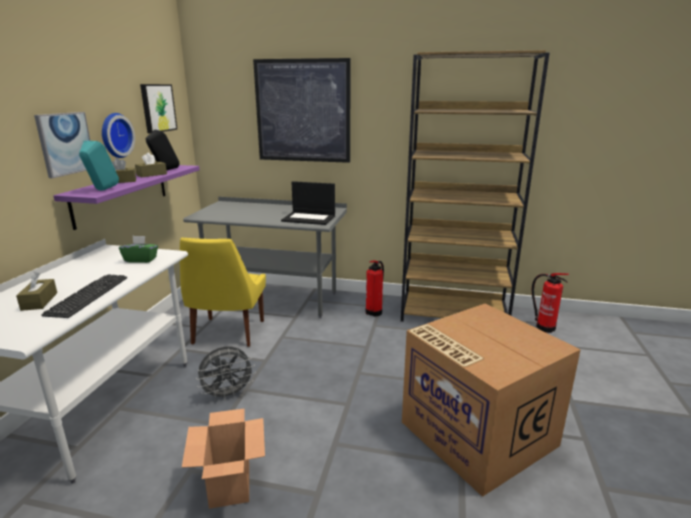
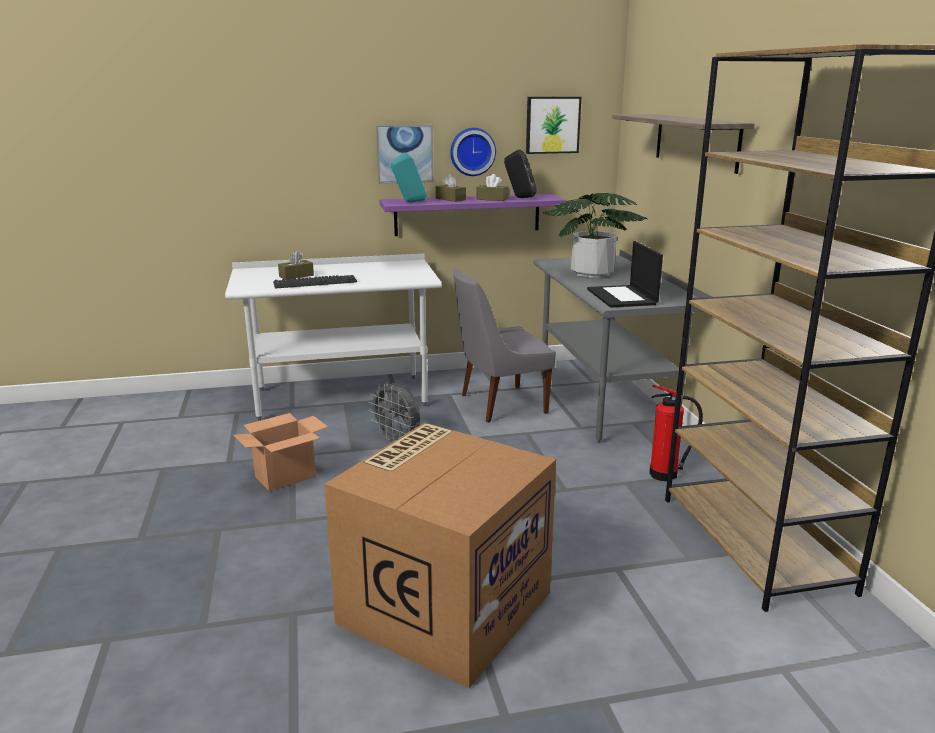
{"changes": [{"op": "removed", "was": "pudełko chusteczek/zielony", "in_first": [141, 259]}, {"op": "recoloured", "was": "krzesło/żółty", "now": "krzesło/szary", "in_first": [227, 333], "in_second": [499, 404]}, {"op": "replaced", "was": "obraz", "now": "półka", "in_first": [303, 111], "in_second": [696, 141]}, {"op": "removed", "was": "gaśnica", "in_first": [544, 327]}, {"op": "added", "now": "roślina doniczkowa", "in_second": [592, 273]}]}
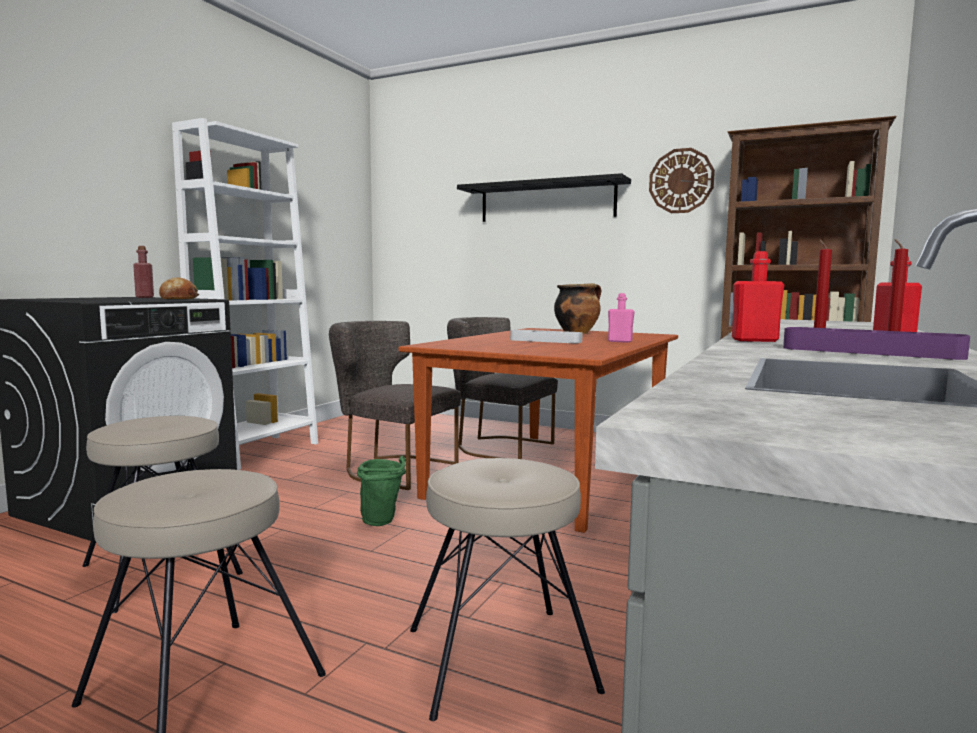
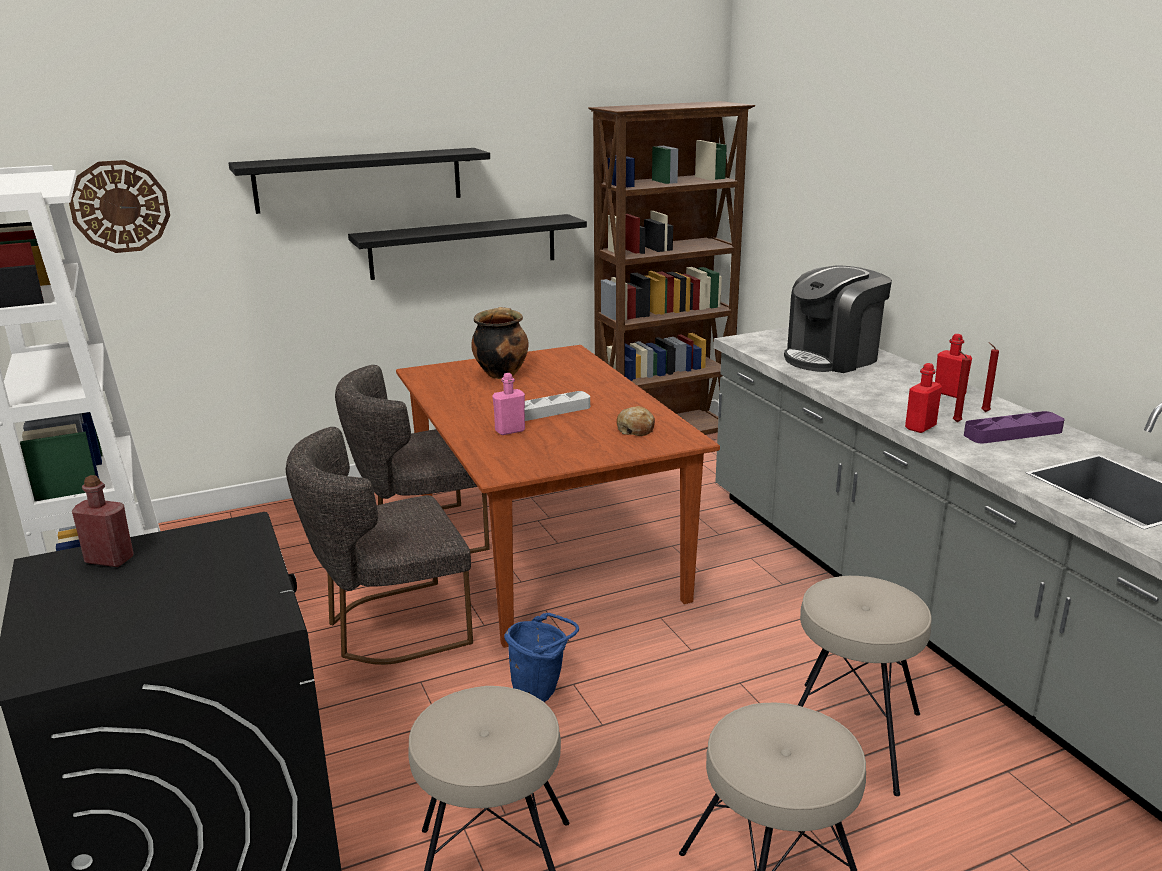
{"changes": [{"op": "moved", "was": "chleb", "in_first": [178, 298], "in_second": [636, 429]}, {"op": "recoloured", "was": "wiadro/zielony", "now": "wiadro/niebieski", "in_first": [383, 522], "in_second": [541, 692]}, {"op": "moved", "was": "butelka/różowy", "in_first": [620, 341], "in_second": [510, 430]}, {"op": "moved", "was": "zegar ścienny", "in_first": [681, 181], "in_second": [120, 206]}, {"op": "added", "now": "półka/czarny", "in_second": [464, 246]}, {"op": "added", "now": "ekspres do kawy", "in_second": [832, 358]}]}
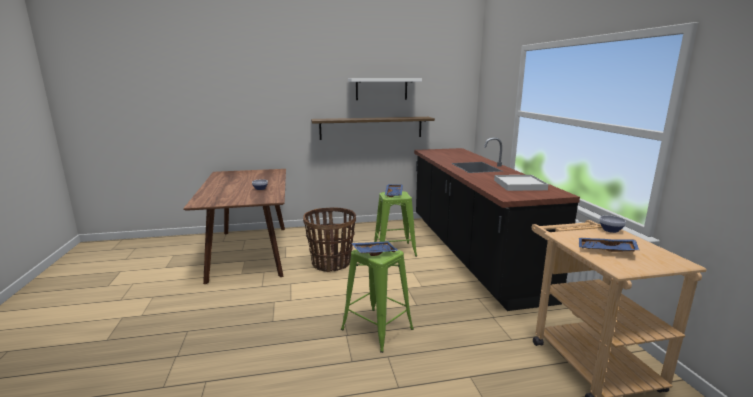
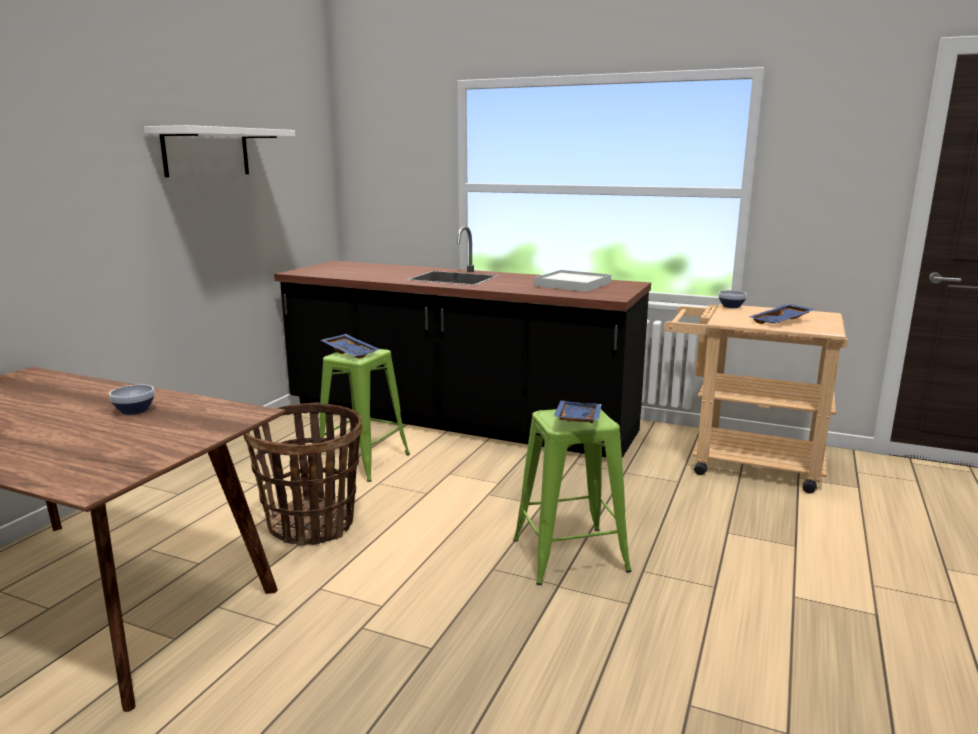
{"changes": [{"op": "removed", "was": "półka", "in_first": [371, 128]}]}
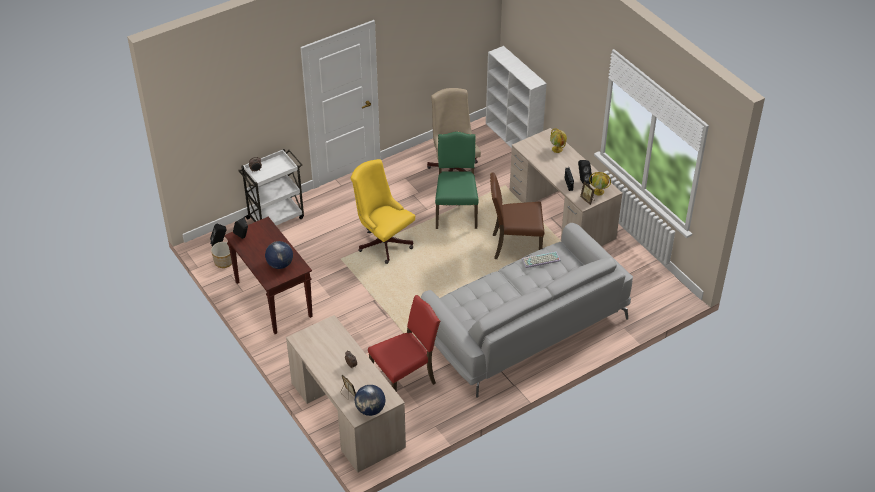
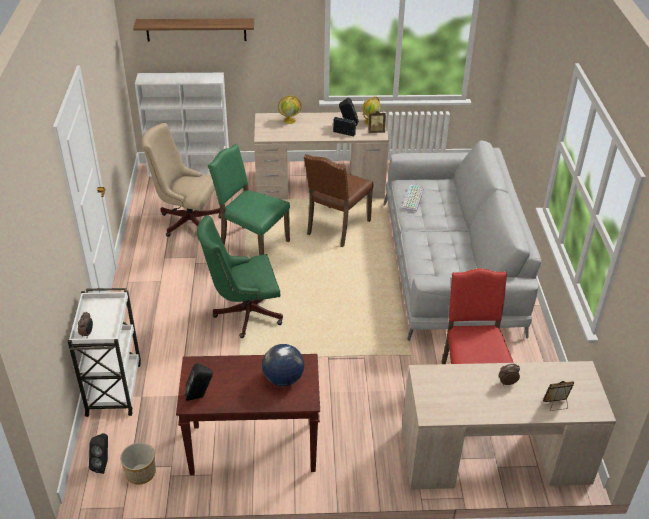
{"changes": [{"op": "recoloured", "was": "krzesło biurowe/żółty", "now": "krzesło biurowe/zielony", "in_first": [383, 241], "in_second": [244, 313]}, {"op": "removed", "was": "globus", "in_first": [370, 409]}, {"op": "added", "now": "półka", "in_second": [196, 29]}]}
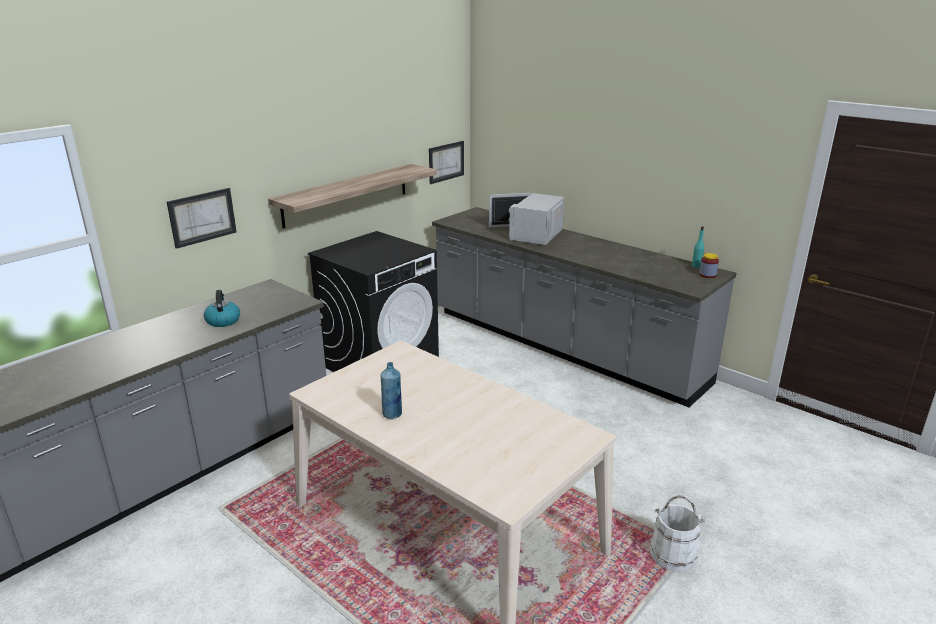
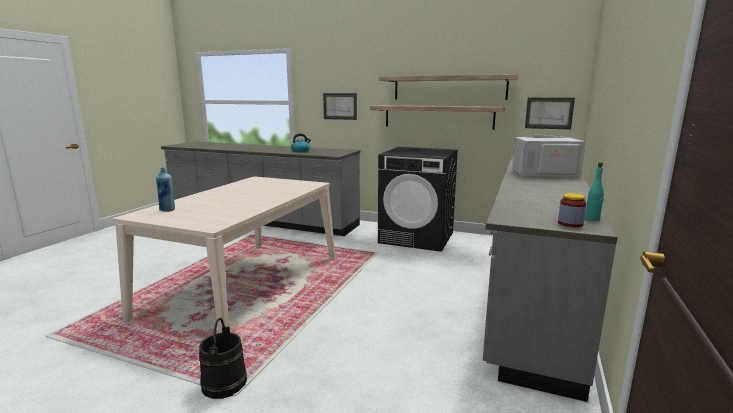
{"changes": [{"op": "moved", "was": "butelka/niebieski", "in_first": [392, 414], "in_second": [167, 210]}, {"op": "recoloured", "was": "wiadro/biały", "now": "wiadro/czarny", "in_first": [673, 554], "in_second": [224, 383]}, {"op": "added", "now": "półka", "in_second": [449, 88]}]}
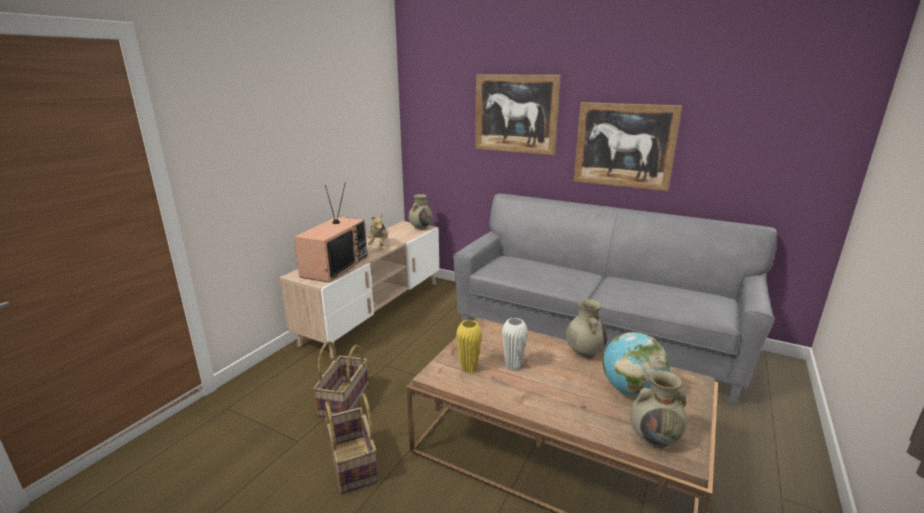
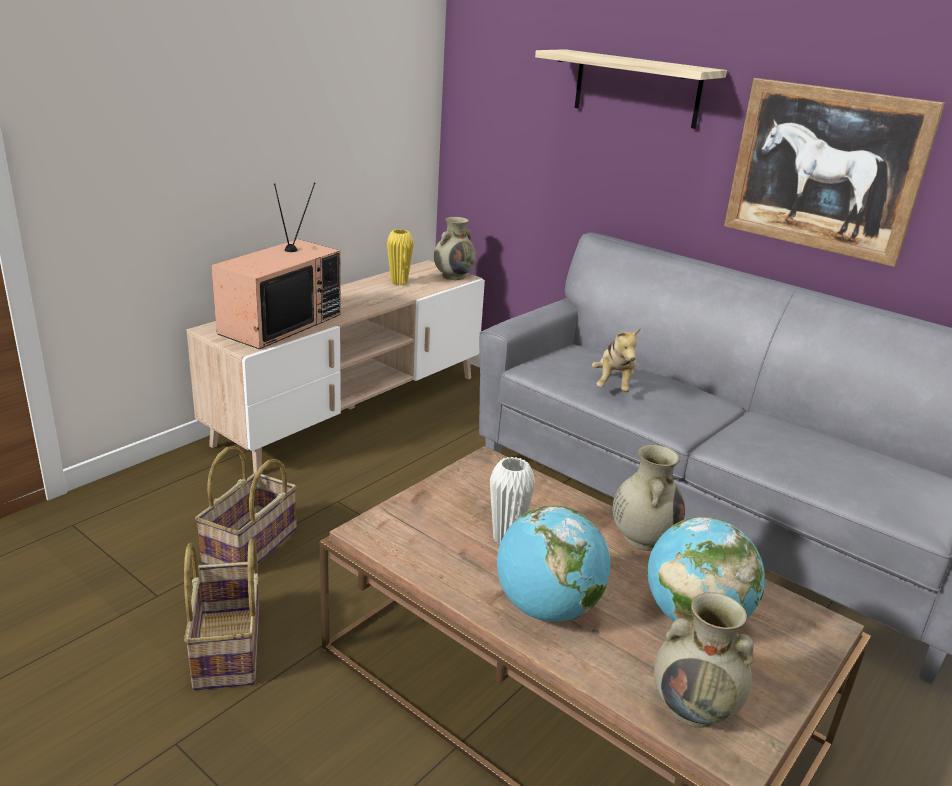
{"changes": [{"op": "moved", "was": "pluszak", "in_first": [379, 245], "in_second": [614, 385]}, {"op": "moved", "was": "wazon/żółty", "in_first": [469, 368], "in_second": [399, 282]}, {"op": "replaced", "was": "obraz", "now": "półka", "in_first": [515, 114], "in_second": [637, 88]}, {"op": "added", "now": "globus", "in_second": [547, 608]}]}
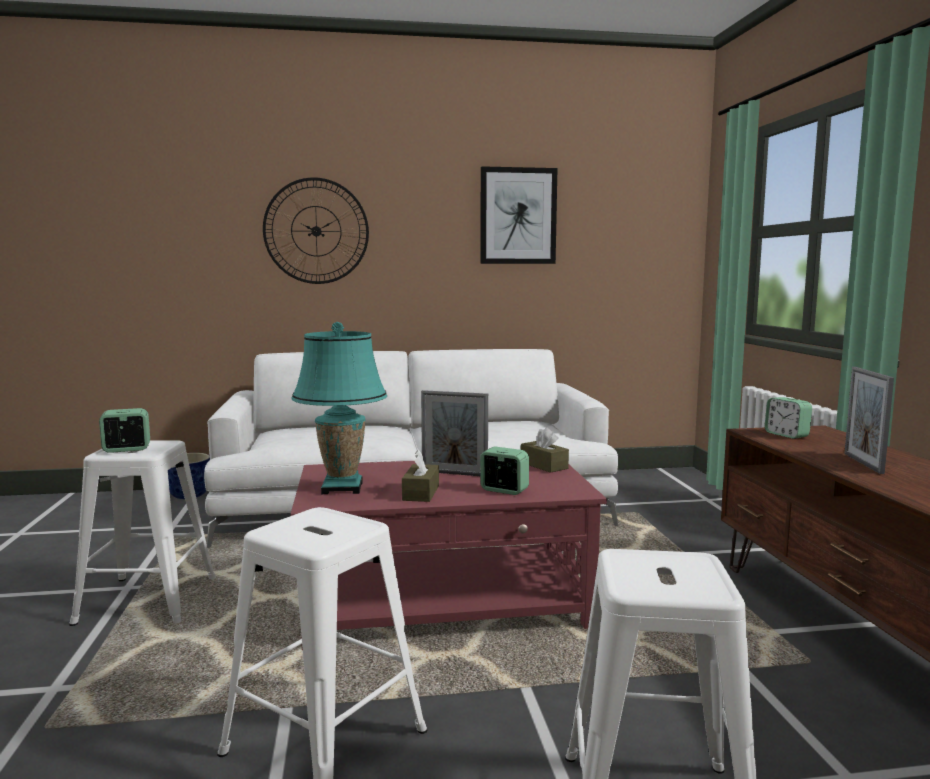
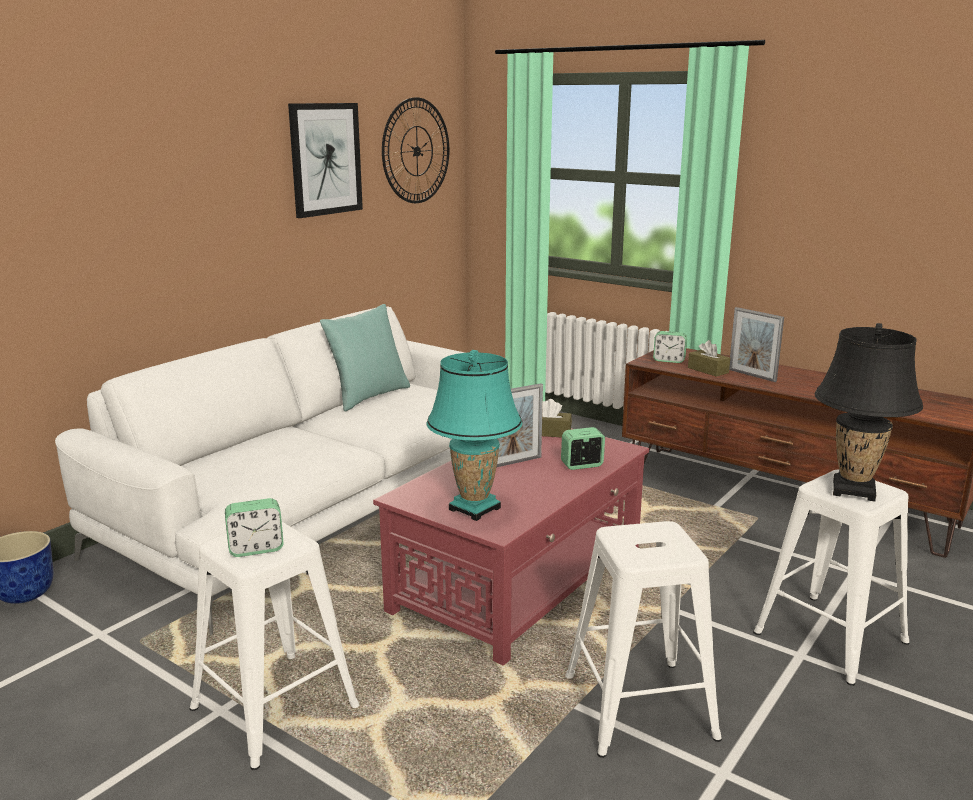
{"changes": [{"op": "turned", "was": "budzik", "in_first": [126, 449], "in_second": [256, 549], "clockwise": -135}, {"op": "moved", "was": "zegar ścienny", "in_first": [316, 231], "in_second": [416, 151]}, {"op": "moved", "was": "pudełko chusteczek/brązowy", "in_first": [421, 493], "in_second": [708, 370]}, {"op": "added", "now": "poduszka/turkusowy", "in_second": [368, 396]}, {"op": "added", "now": "lampa stołowa/czarny", "in_second": [853, 490]}]}
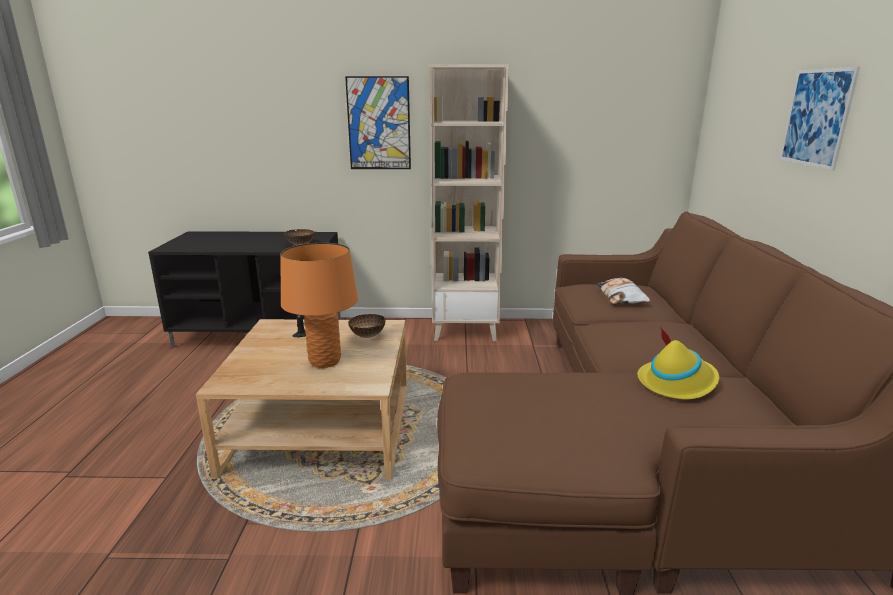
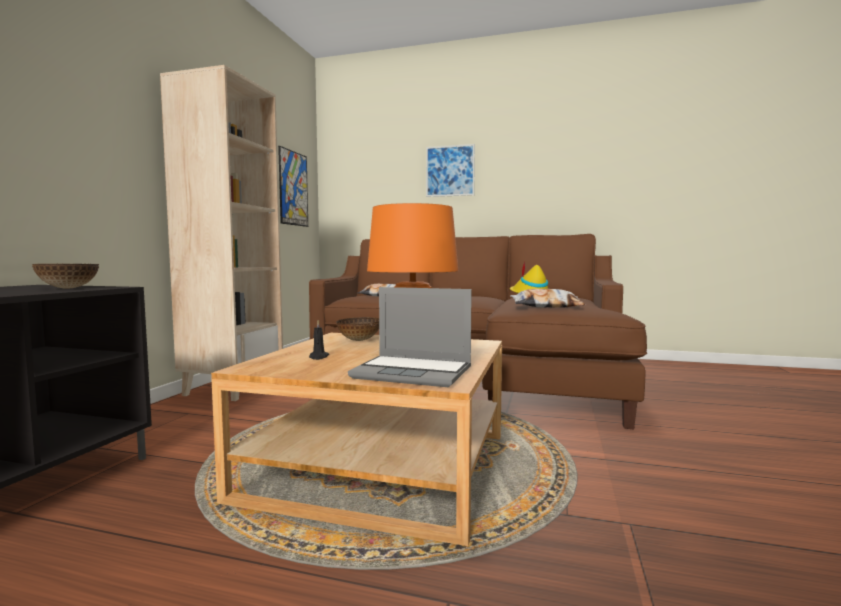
{"changes": [{"op": "moved", "was": "obraz", "in_first": [379, 124], "in_second": [293, 188]}, {"op": "added", "now": "laptop", "in_second": [414, 373]}, {"op": "added", "now": "poduszka", "in_second": [546, 306]}]}
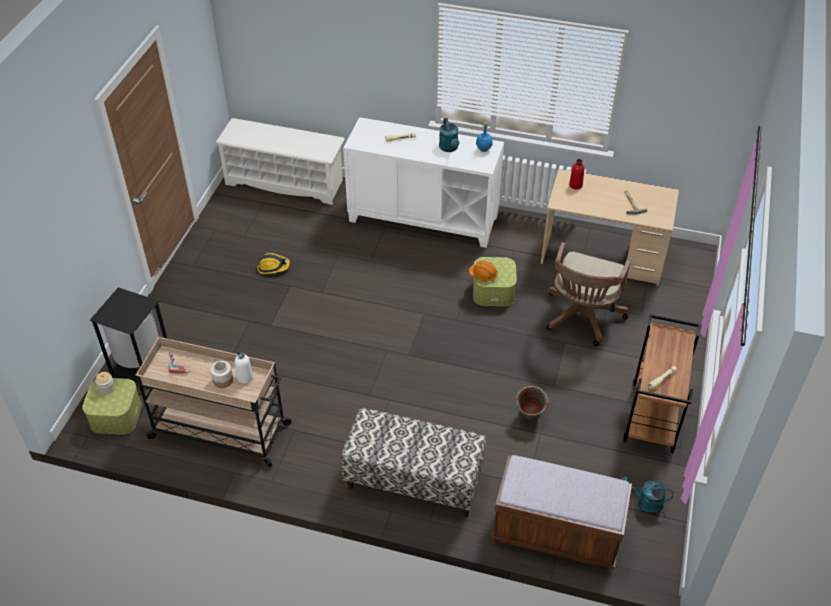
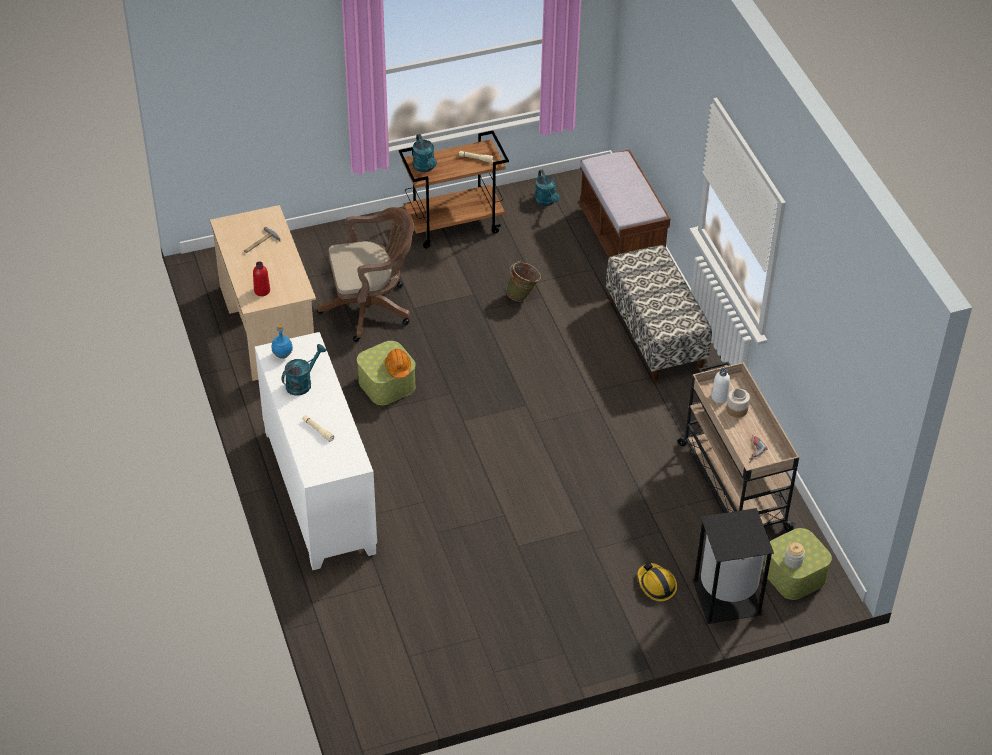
{"changes": [{"op": "removed", "was": "regał na buty/biały", "in_first": [285, 182]}, {"op": "moved", "was": "kask", "in_first": [273, 267], "in_second": [656, 585]}, {"op": "added", "now": "konewka/turkusowy", "in_second": [425, 168]}]}
